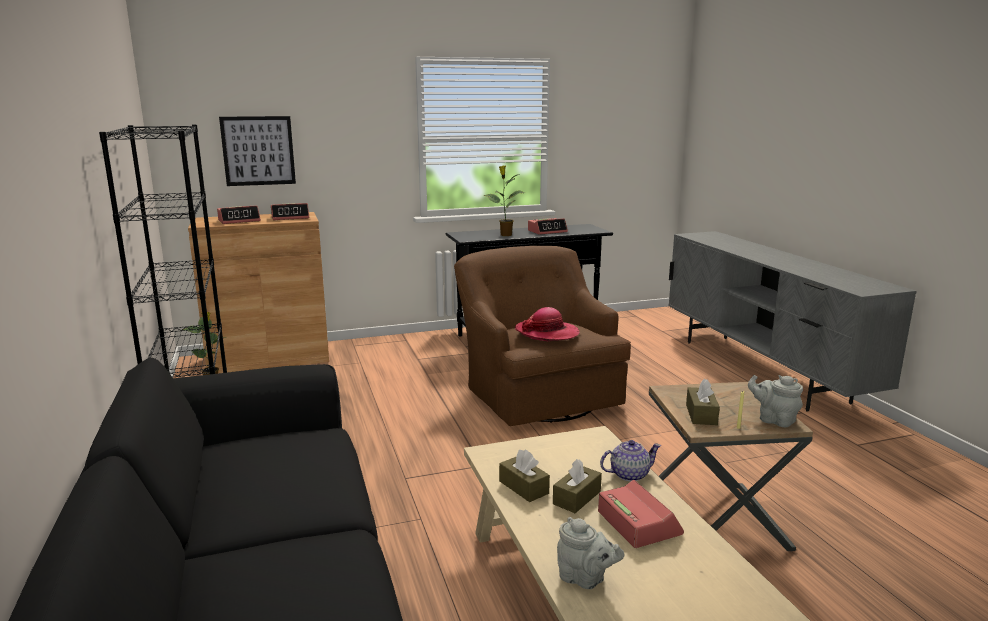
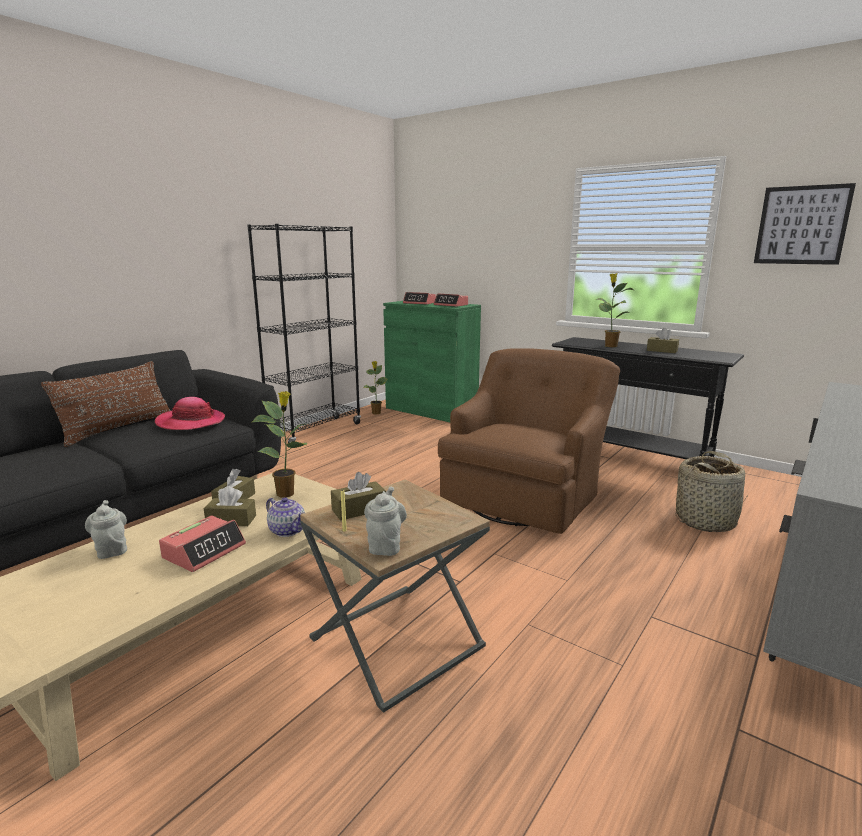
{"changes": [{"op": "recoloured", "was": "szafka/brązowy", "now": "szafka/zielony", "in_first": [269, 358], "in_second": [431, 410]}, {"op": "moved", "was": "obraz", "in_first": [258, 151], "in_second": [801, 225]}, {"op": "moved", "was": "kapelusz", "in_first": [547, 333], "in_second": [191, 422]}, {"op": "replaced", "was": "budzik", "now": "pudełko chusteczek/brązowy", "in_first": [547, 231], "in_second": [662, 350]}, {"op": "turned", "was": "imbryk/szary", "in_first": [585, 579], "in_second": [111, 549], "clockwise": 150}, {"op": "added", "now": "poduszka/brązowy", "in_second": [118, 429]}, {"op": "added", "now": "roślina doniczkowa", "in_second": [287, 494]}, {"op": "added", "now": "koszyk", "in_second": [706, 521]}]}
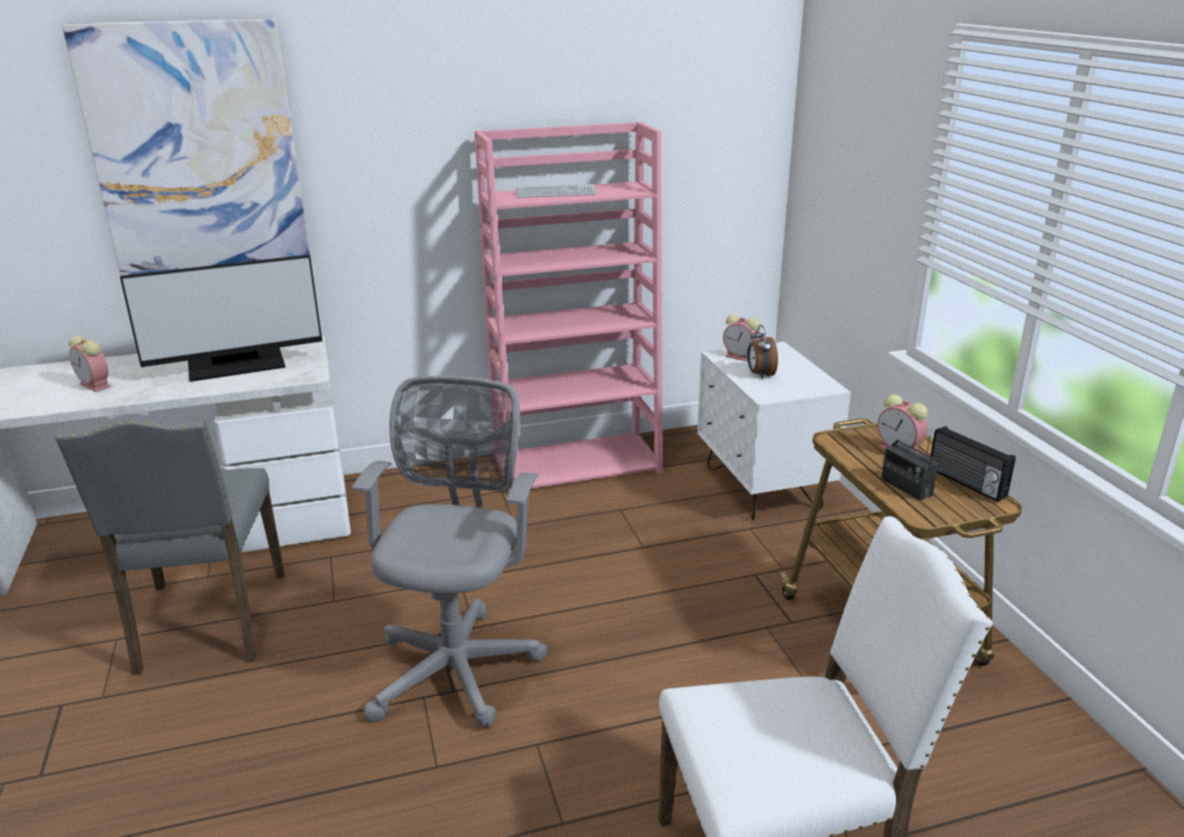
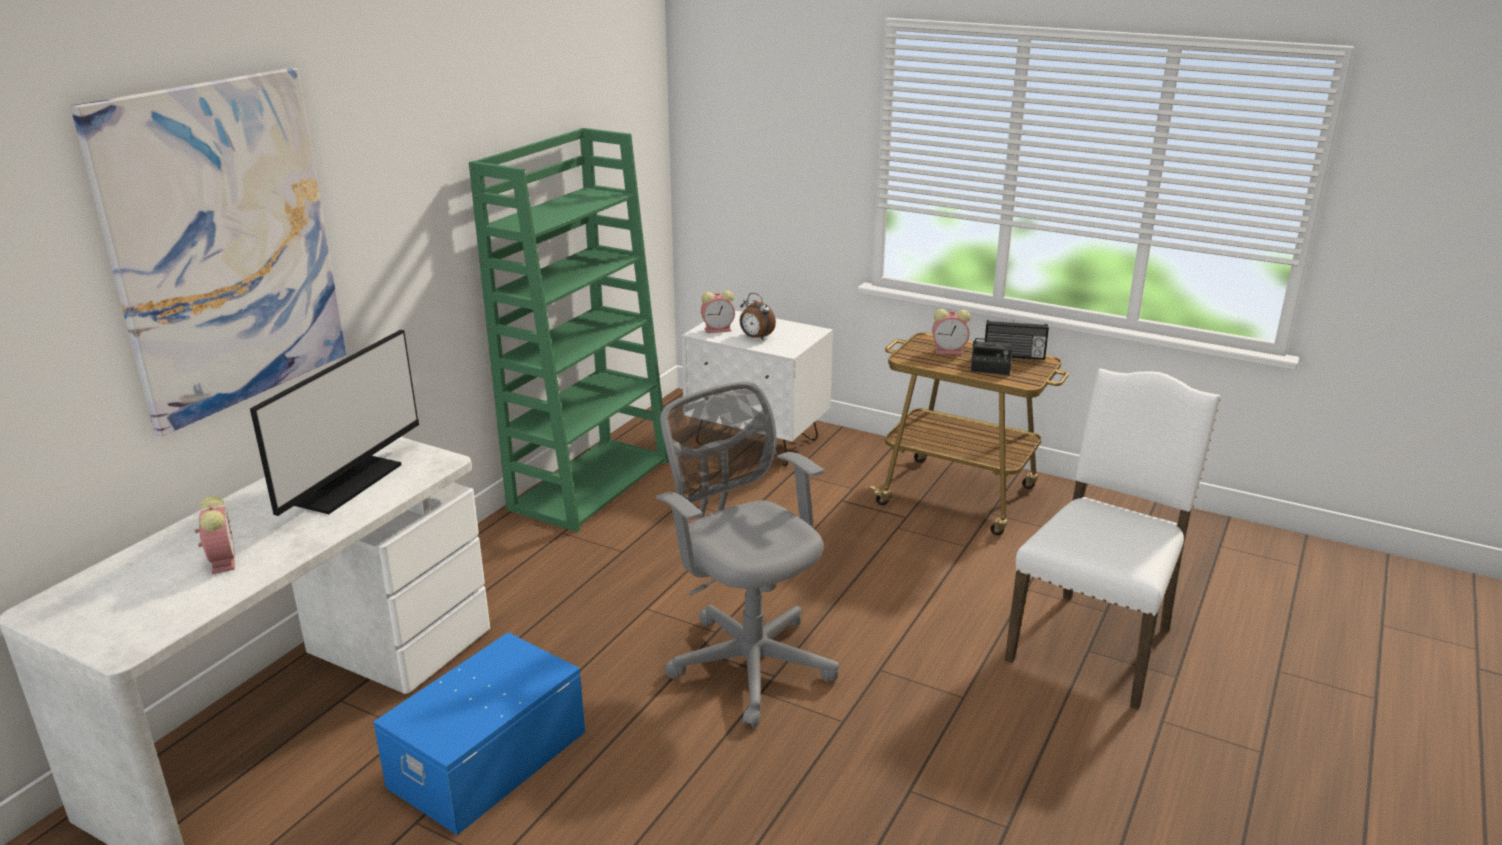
{"changes": [{"op": "replaced", "was": "krzesło/szary", "now": "pojemnik do przechowywania/niebieski", "in_first": [208, 624], "in_second": [486, 758]}, {"op": "turned", "was": "budzik", "in_first": [96, 385], "in_second": [222, 560], "clockwise": -105}, {"op": "recoloured", "was": "regał/różowy", "now": "regał/zielony", "in_first": [578, 463], "in_second": [590, 483]}, {"op": "removed", "was": "klawiatura", "in_first": [555, 193]}]}
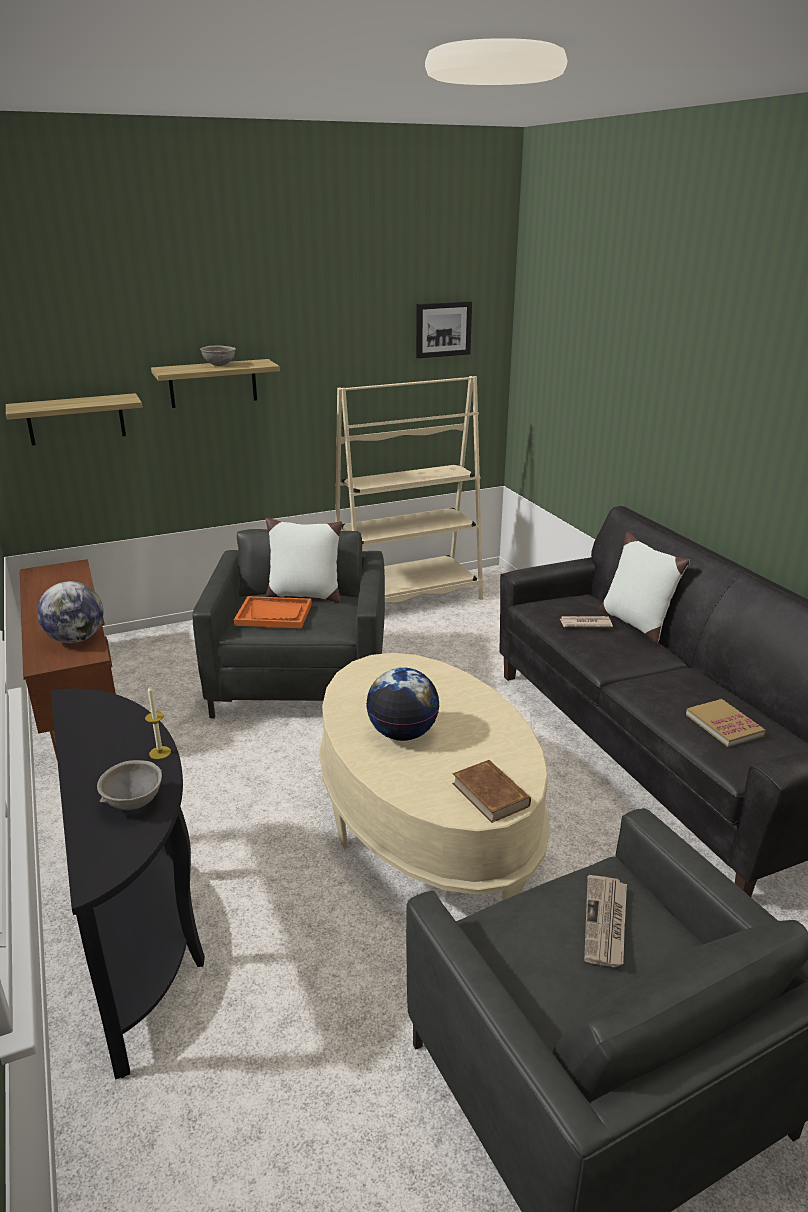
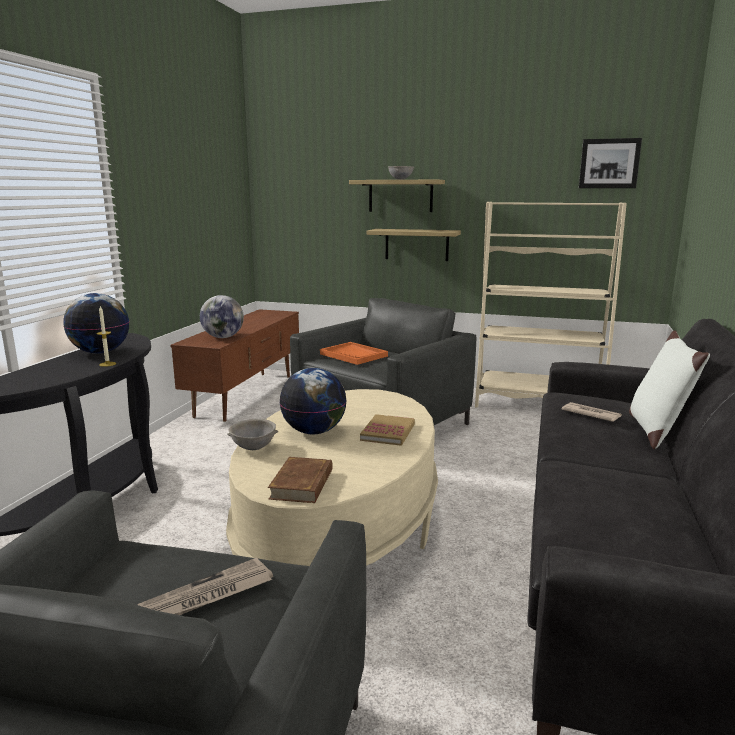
{"changes": [{"op": "moved", "was": "półka", "in_first": [76, 419], "in_second": [416, 244]}, {"op": "moved", "was": "miska/szary", "in_first": [134, 803], "in_second": [253, 448]}, {"op": "removed", "was": "poduszka/biały", "in_first": [304, 595]}, {"op": "moved", "was": "książka", "in_first": [724, 725], "in_second": [388, 432]}, {"op": "added", "now": "globus", "in_second": [100, 352]}]}
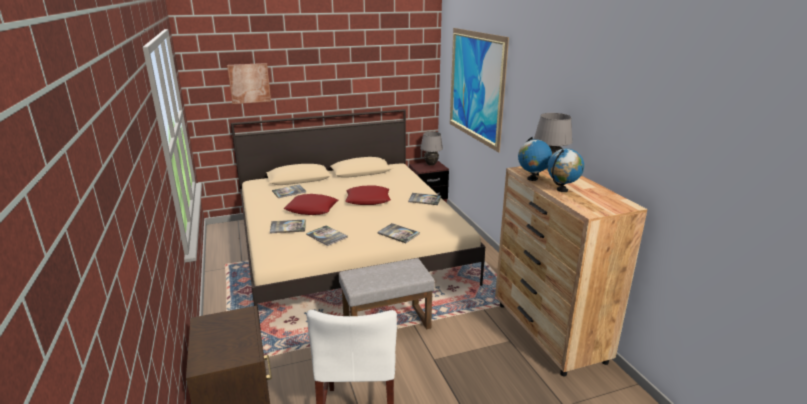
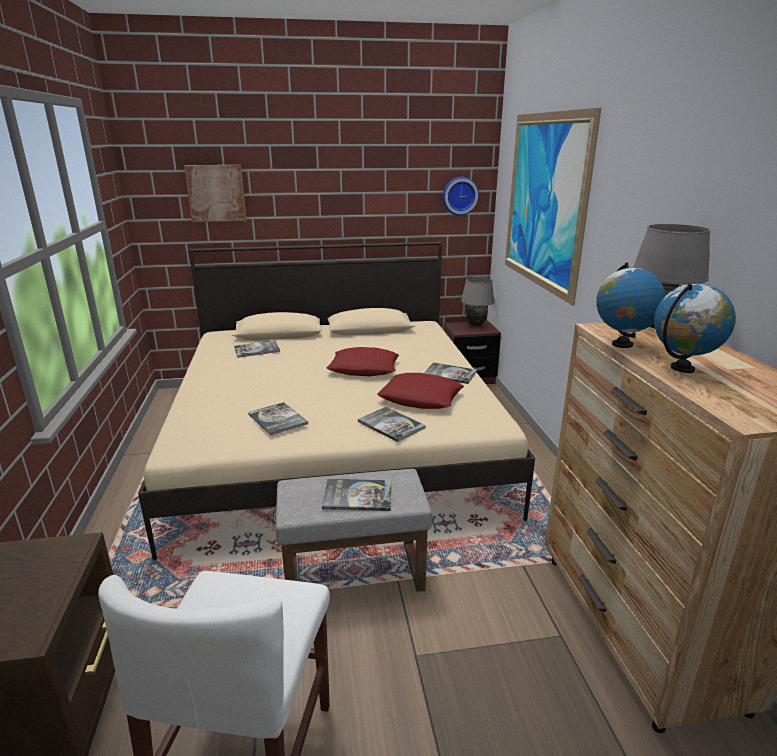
{"changes": [{"op": "moved", "was": "książka", "in_first": [288, 227], "in_second": [358, 496]}, {"op": "moved", "was": "poduszka/czerwony", "in_first": [312, 209], "in_second": [421, 398]}, {"op": "added", "now": "zegar ścienny", "in_second": [459, 195]}]}
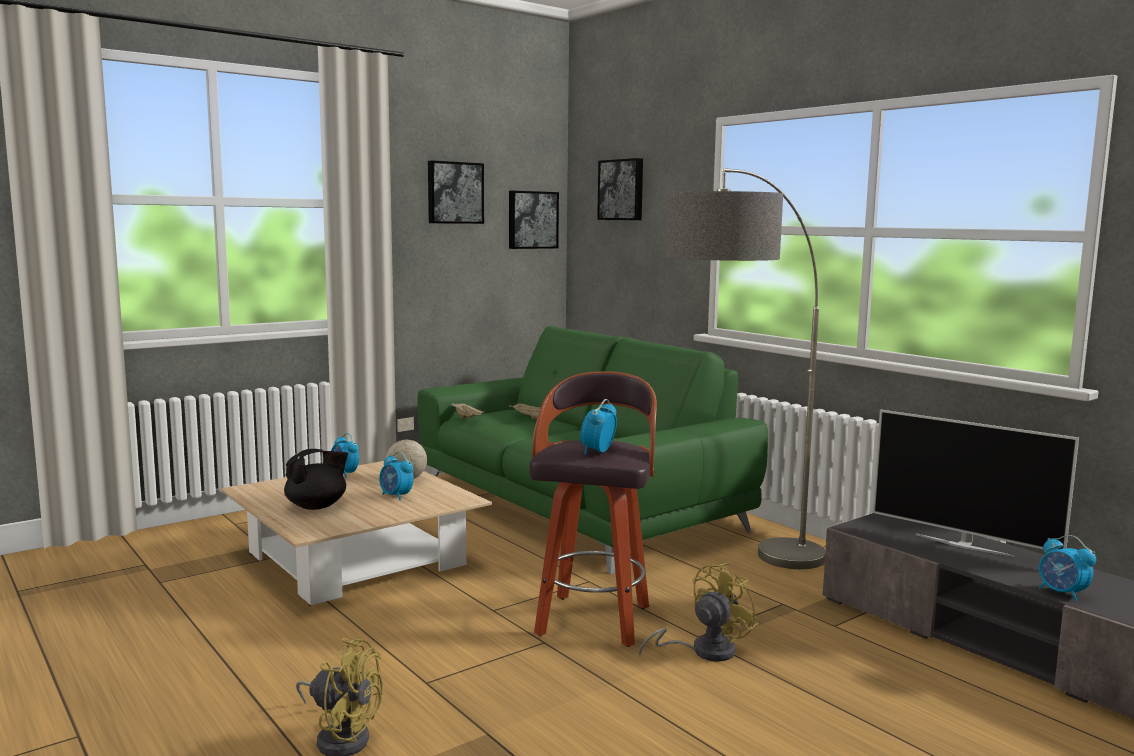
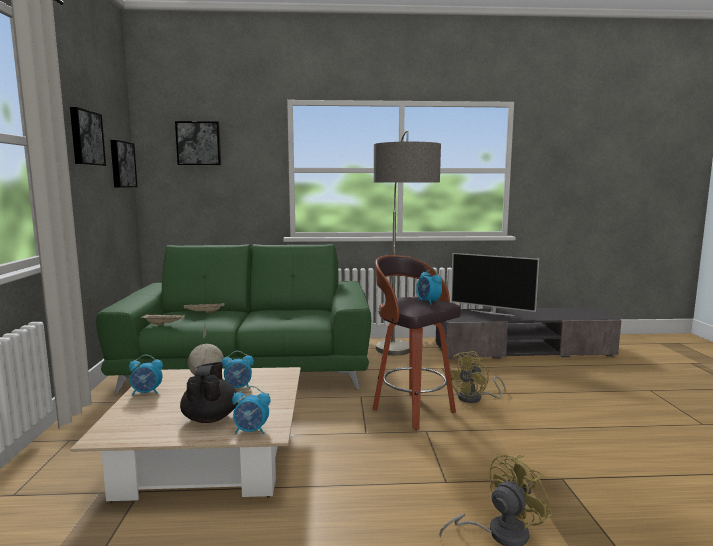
{"changes": [{"op": "turned", "was": "wentylator/żółty", "in_first": [703, 651], "in_second": [475, 398], "clockwise": -135}, {"op": "turned", "was": "telewizor", "in_first": [964, 545], "in_second": [492, 313], "clockwise": 45}, {"op": "moved", "was": "budzik", "in_first": [1062, 593], "in_second": [251, 431]}]}
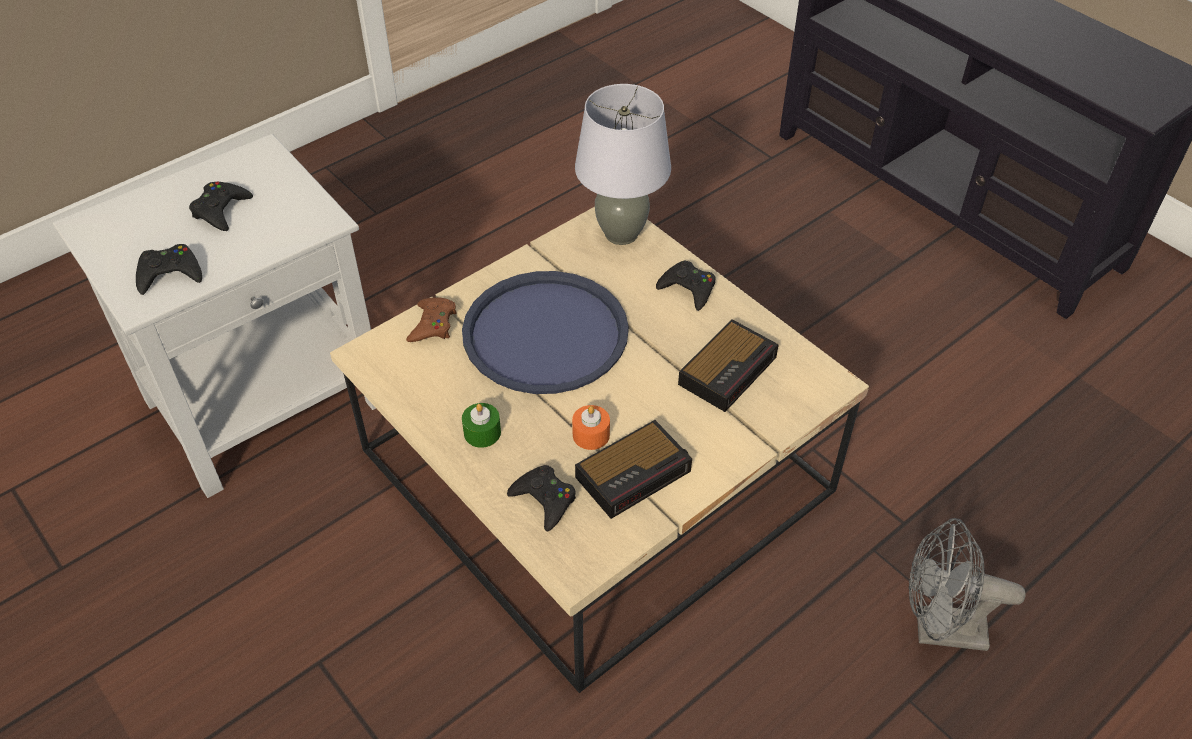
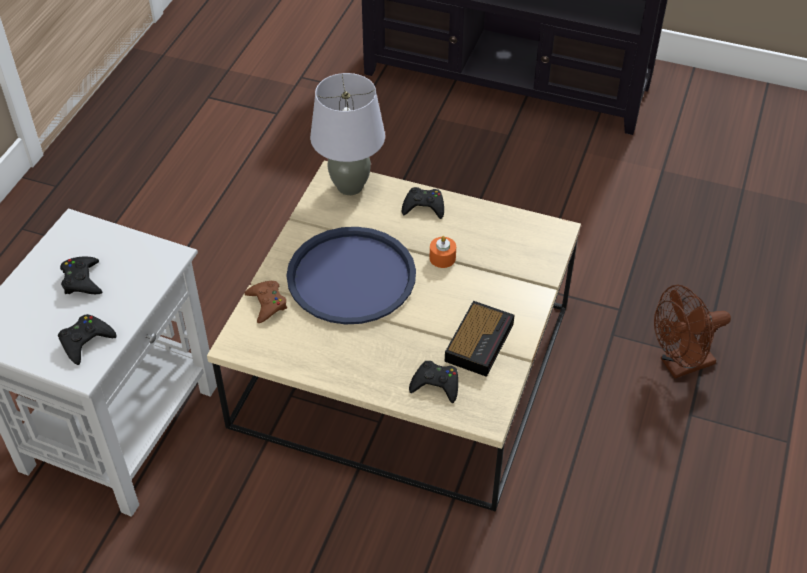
{"changes": [{"op": "removed", "was": "świeca/zielony", "in_first": [482, 432]}, {"op": "moved", "was": "świeca/pomarańczowy", "in_first": [591, 435], "in_second": [442, 258]}, {"op": "removed", "was": "budzik", "in_first": [729, 369]}, {"op": "recoloured", "was": "wentylator/szary", "now": "wentylator/brązowy", "in_first": [938, 630], "in_second": [680, 365]}]}
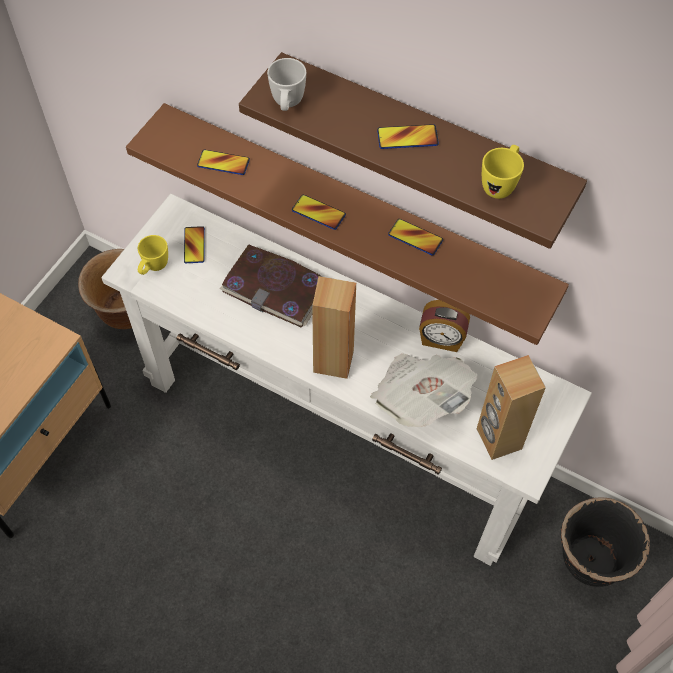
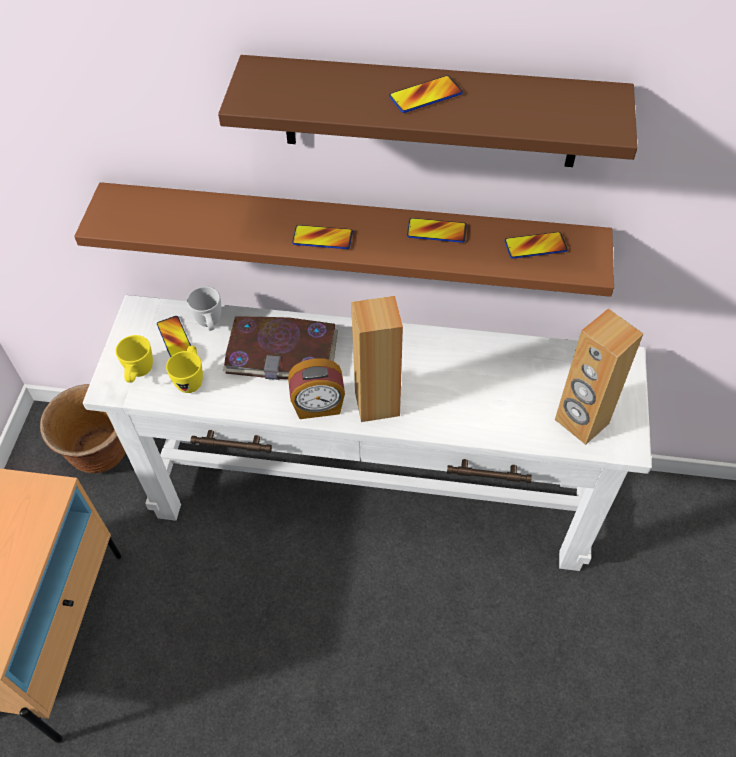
{"changes": [{"op": "moved", "was": "telefon", "in_first": [223, 163], "in_second": [535, 246]}, {"op": "moved", "was": "kubek/biały", "in_first": [287, 105], "in_second": [210, 324]}, {"op": "removed", "was": "gazeta", "in_first": [420, 398]}, {"op": "moved", "was": "budzik", "in_first": [441, 339], "in_second": [318, 406]}, {"op": "moved", "was": "kubek/żółty", "in_first": [500, 184], "in_second": [191, 379]}, {"op": "removed", "was": "donica/czarny", "in_first": [590, 561]}]}
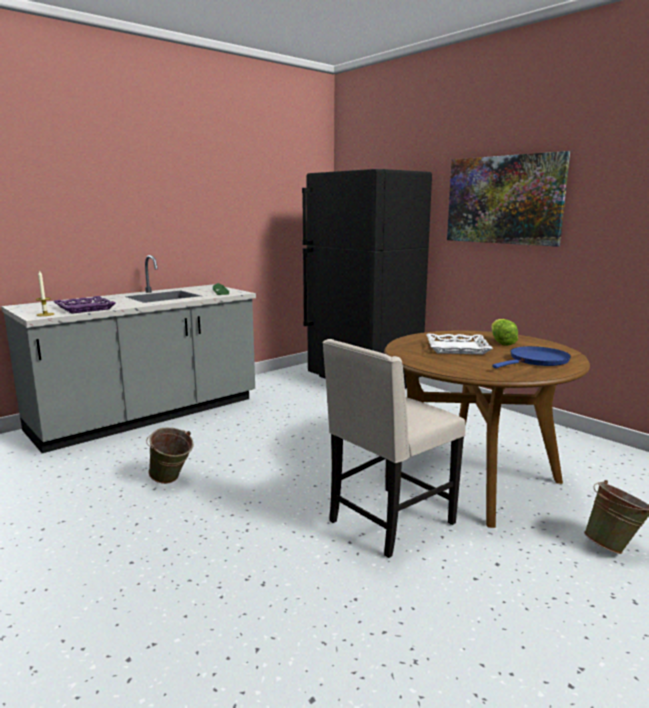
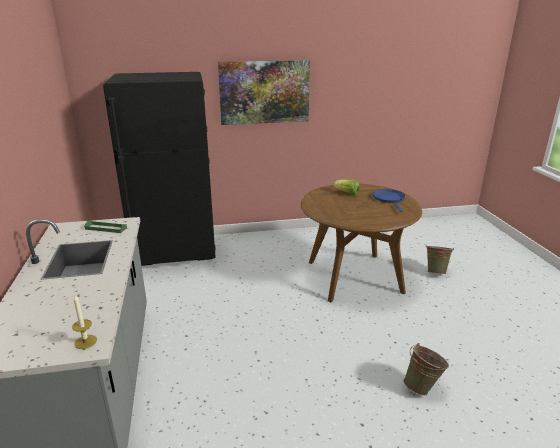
{"changes": [{"op": "removed", "was": "taca/fioletowy", "in_first": [85, 308]}, {"op": "moved", "was": "wiadro/zielony", "in_first": [171, 481], "in_second": [422, 387]}, {"op": "removed", "was": "krzesło/beżowy", "in_first": [388, 523]}, {"op": "removed", "was": "taca/biały", "in_first": [457, 348]}]}
